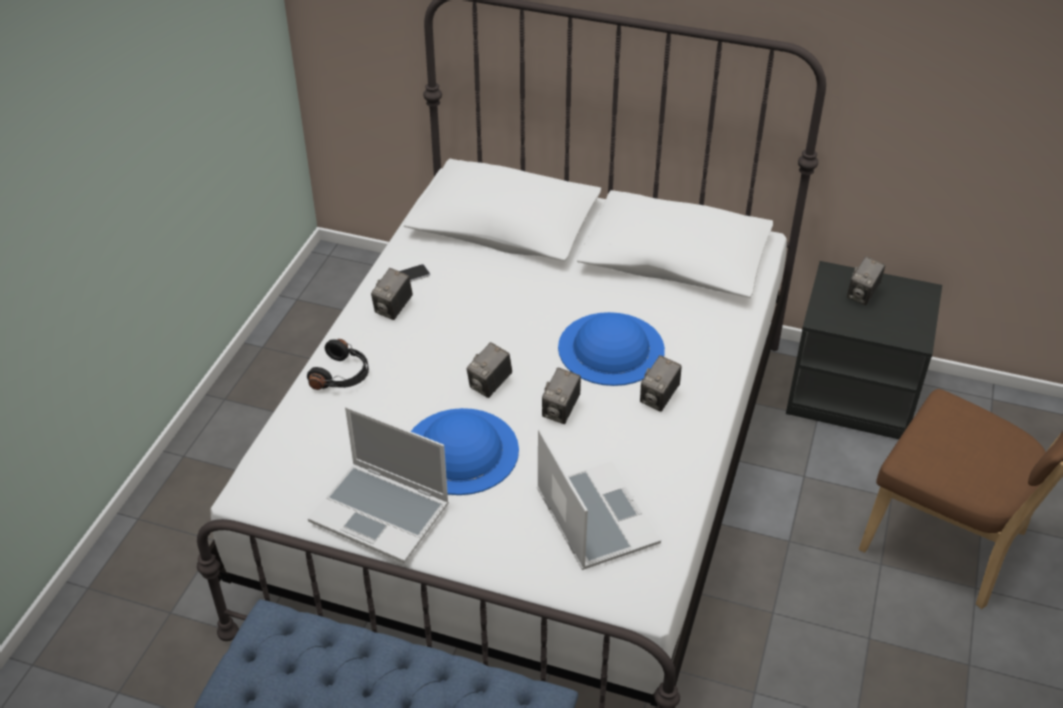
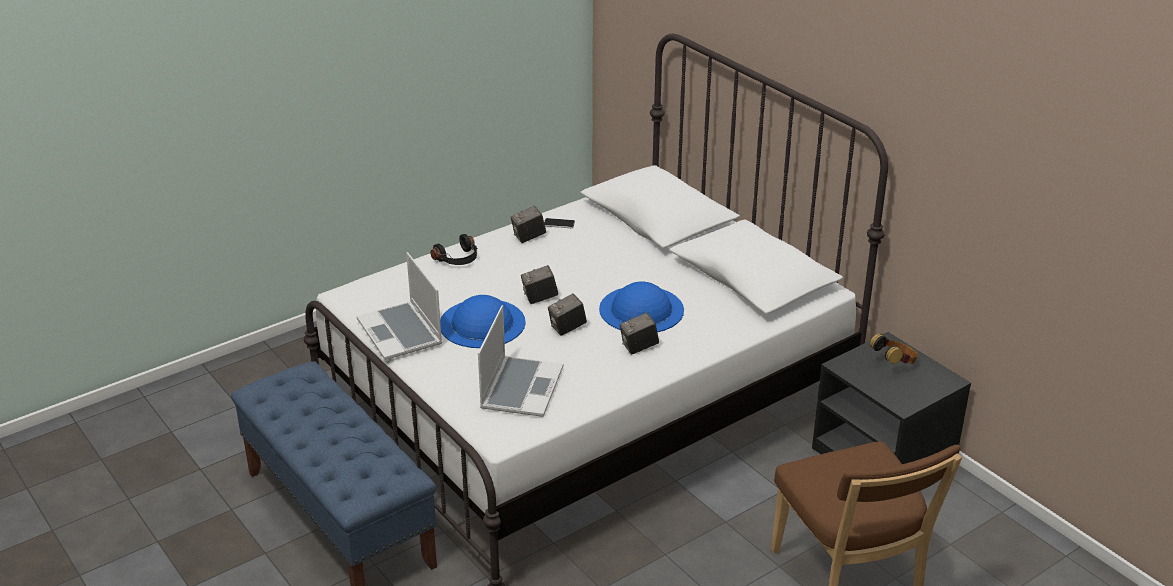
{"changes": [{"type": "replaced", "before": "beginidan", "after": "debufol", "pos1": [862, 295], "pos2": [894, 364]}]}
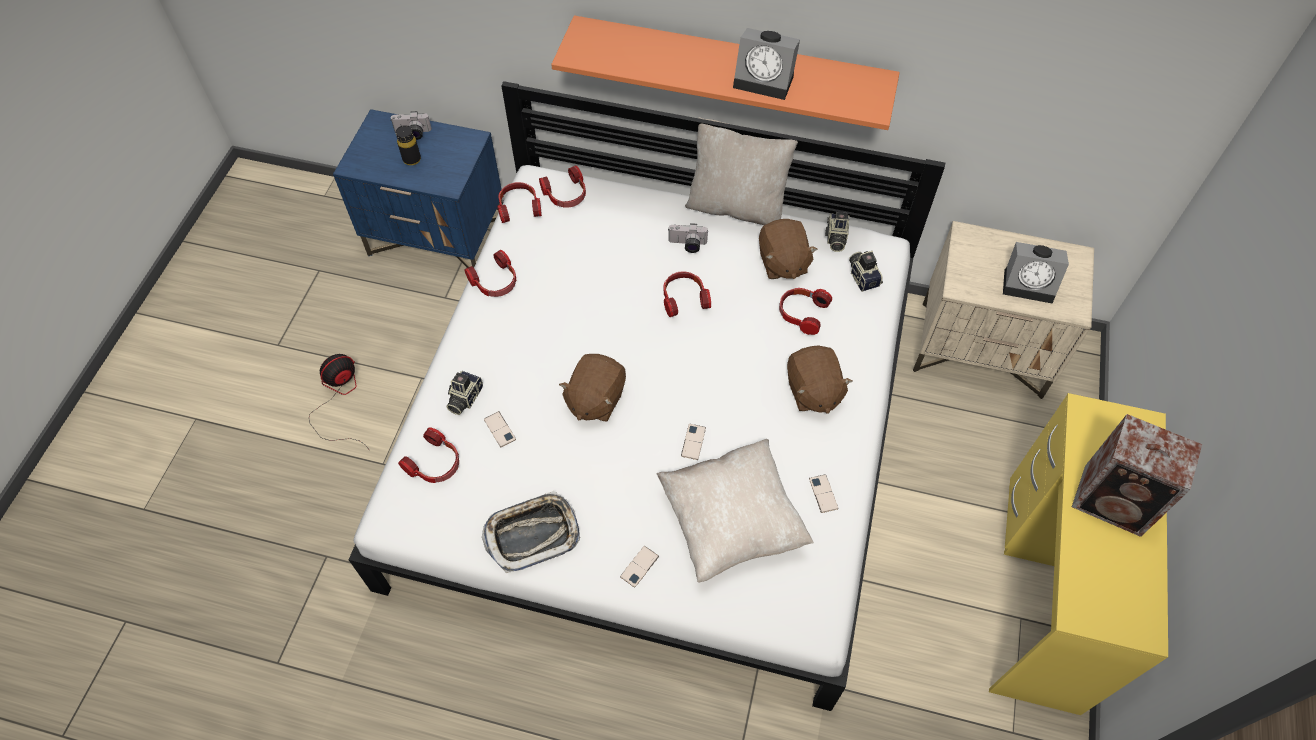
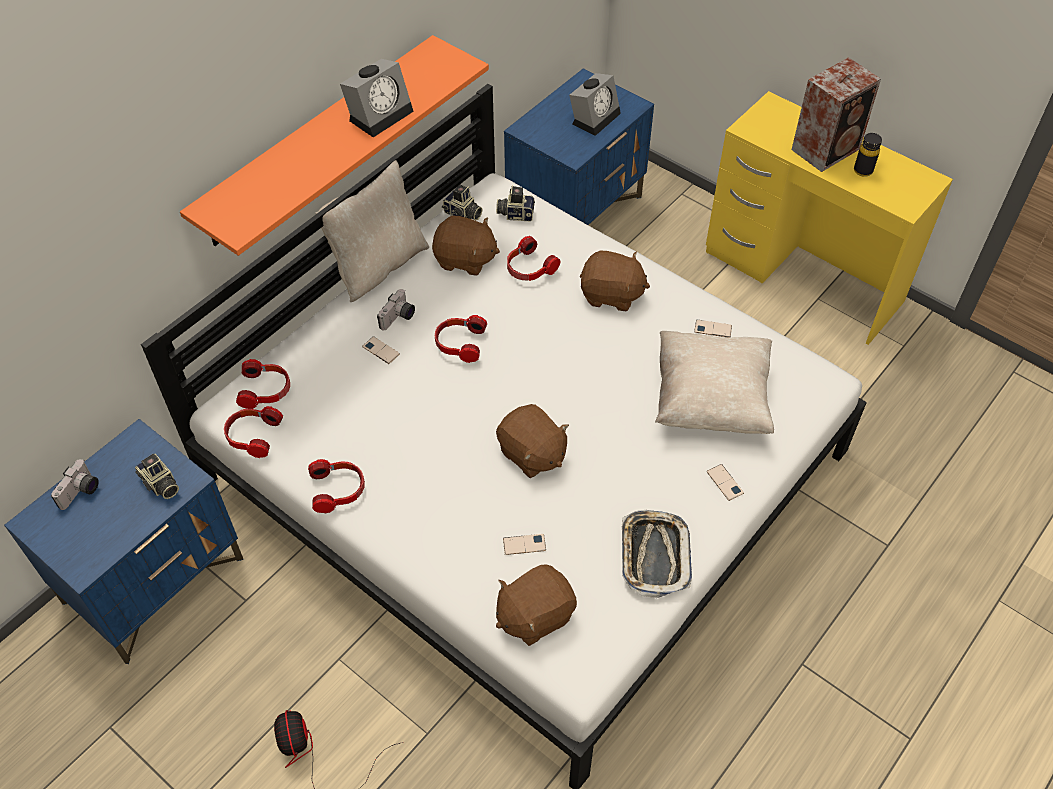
{"changes": [{"type": "moved", "before": "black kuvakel", "pos1": [412, 159], "pos2": [863, 170]}, {"type": "recoloured", "before": "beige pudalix", "after": "blue pudalix", "pos1": [981, 350], "pos2": [575, 210]}, {"type": "moved", "before": "beginidan", "pos1": [464, 398], "pos2": [160, 485]}, {"type": "moved", "before": "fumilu", "pos1": [693, 442], "pos2": [381, 350]}, {"type": "replaced", "before": "debufol", "after": "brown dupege", "pos1": [435, 464], "pos2": [534, 615]}]}
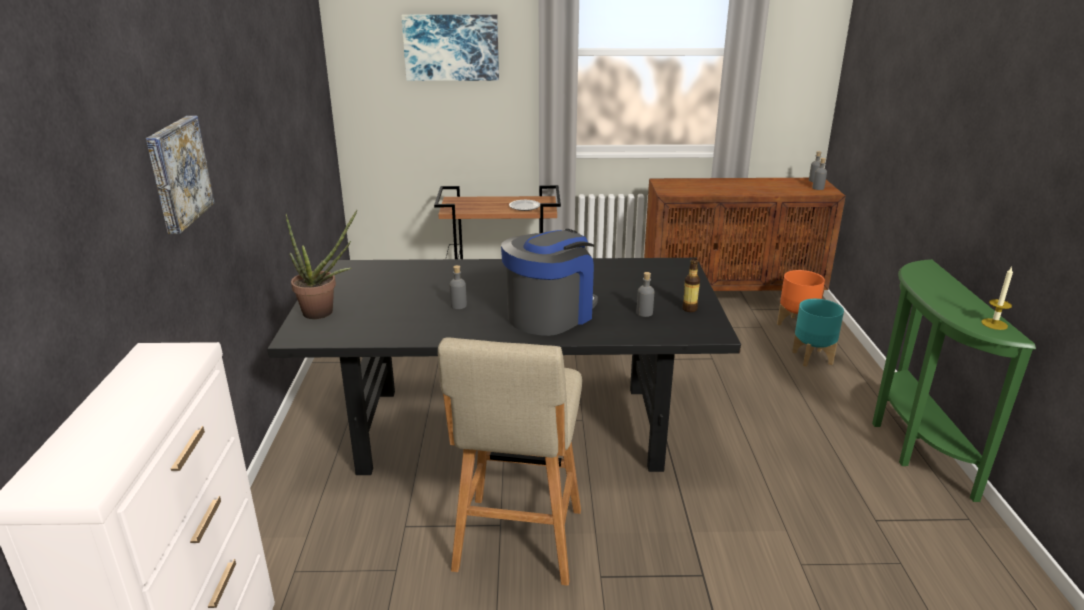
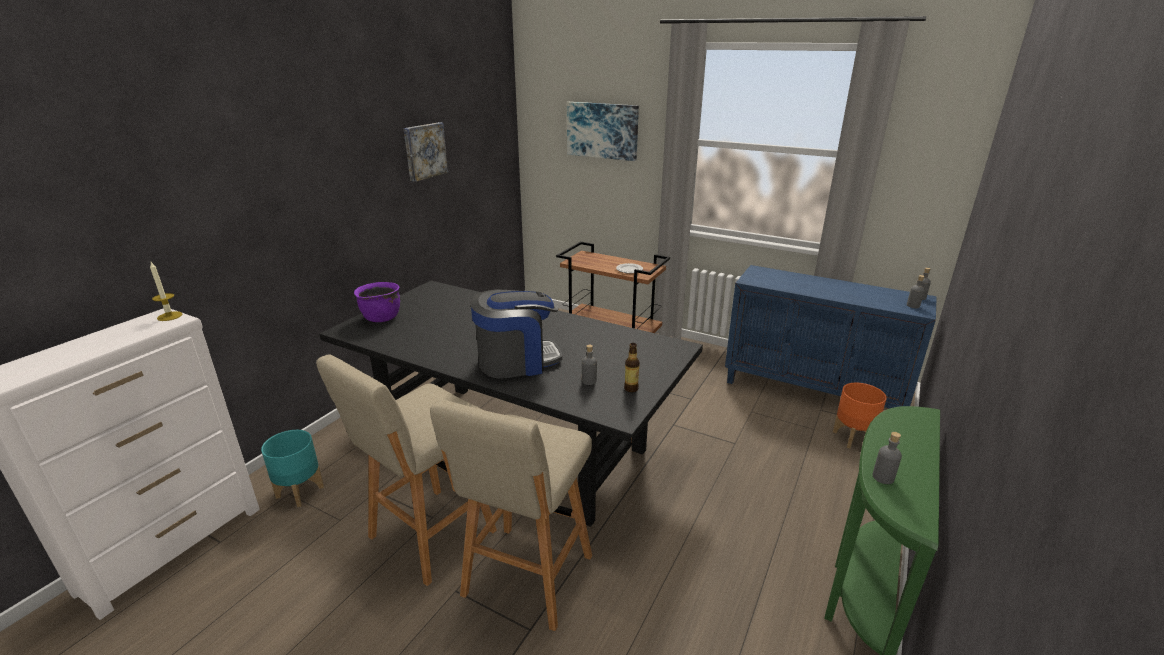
{"changes": [{"type": "moved", "before": "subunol", "pos1": [177, 173], "pos2": [424, 151]}, {"type": "recoloured", "before": "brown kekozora", "after": "blue kekozora", "pos1": [731, 295], "pos2": [813, 391]}, {"type": "replaced", "before": "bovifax", "after": "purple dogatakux", "pos1": [324, 312], "pos2": [381, 318]}, {"type": "moved", "before": "grey kuvakel", "pos1": [458, 305], "pos2": [883, 477]}, {"type": "moved", "before": "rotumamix", "pos1": [994, 324], "pos2": [169, 316]}, {"type": "moved", "before": "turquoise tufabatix", "pos1": [812, 357], "pos2": [300, 491]}, {"type": "added", "after": "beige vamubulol", "pos2": [526, 579]}]}
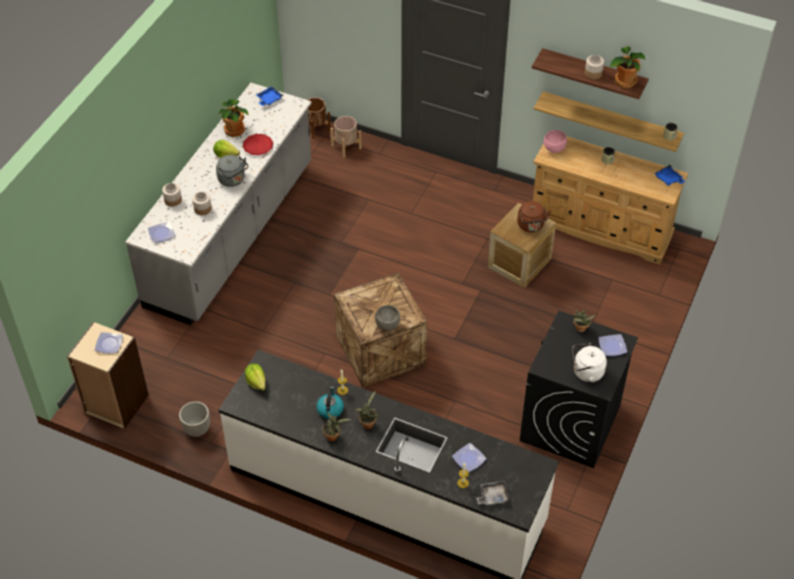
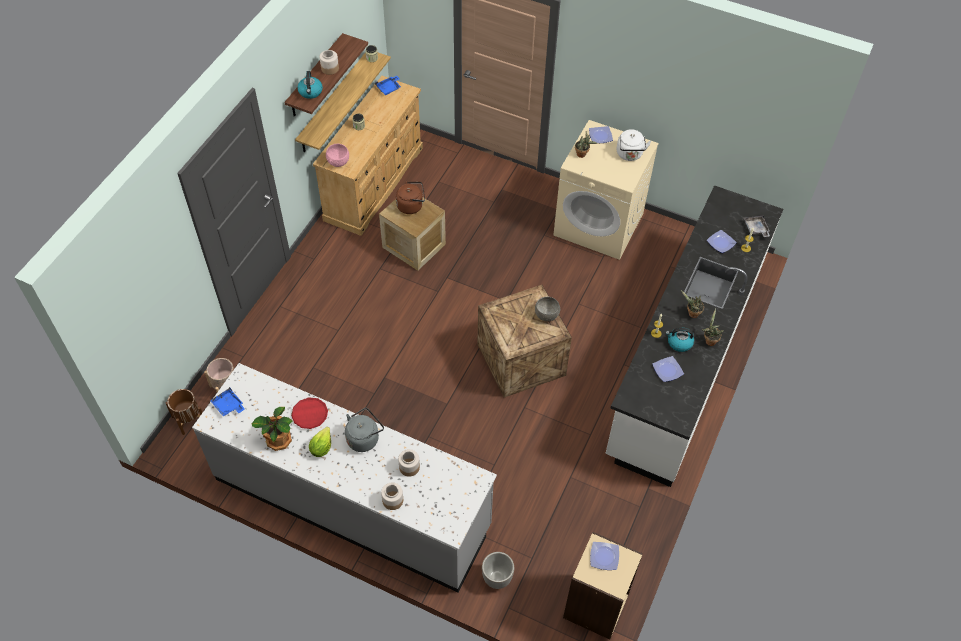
{"changes": [{"type": "removed", "before": "bovifax", "pos1": [624, 81]}, {"type": "moved", "before": "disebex", "pos1": [162, 233], "pos2": [667, 370]}, {"type": "recoloured", "before": "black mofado", "after": "beige mofado", "pos1": [570, 424], "pos2": [599, 224]}, {"type": "removed", "before": "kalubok", "pos1": [256, 382]}, {"type": "moved", "before": "tufabatix", "pos1": [197, 429], "pos2": [497, 578]}, {"type": "added", "after": "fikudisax", "pos2": [310, 92]}]}
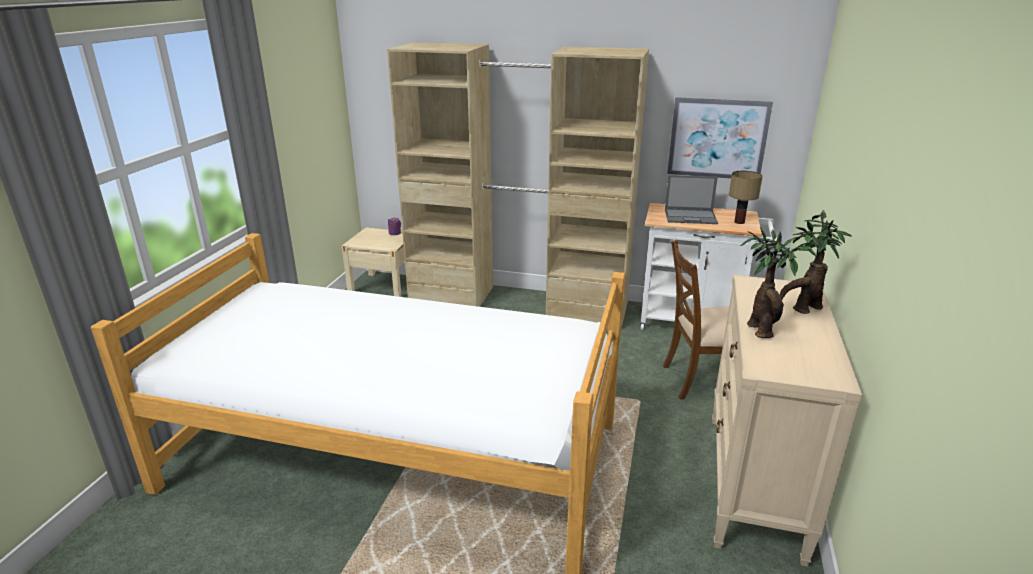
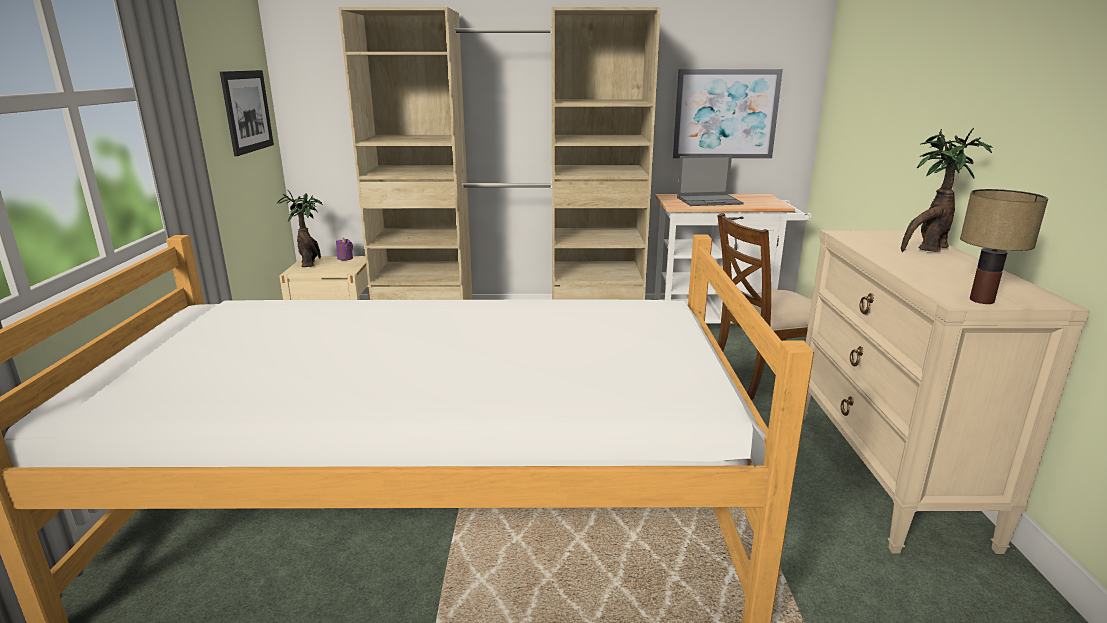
{"changes": [{"type": "moved", "before": "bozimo", "pos1": [738, 222], "pos2": [980, 300]}, {"type": "moved", "before": "bovifax", "pos1": [760, 329], "pos2": [310, 263]}, {"type": "added", "after": "subunol", "pos2": [247, 111]}]}
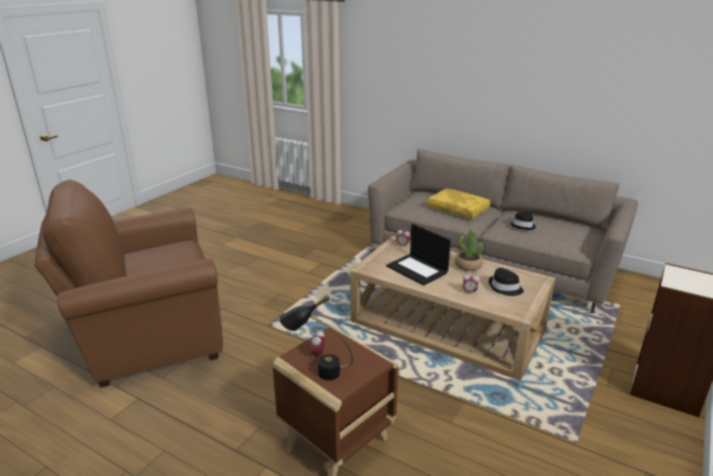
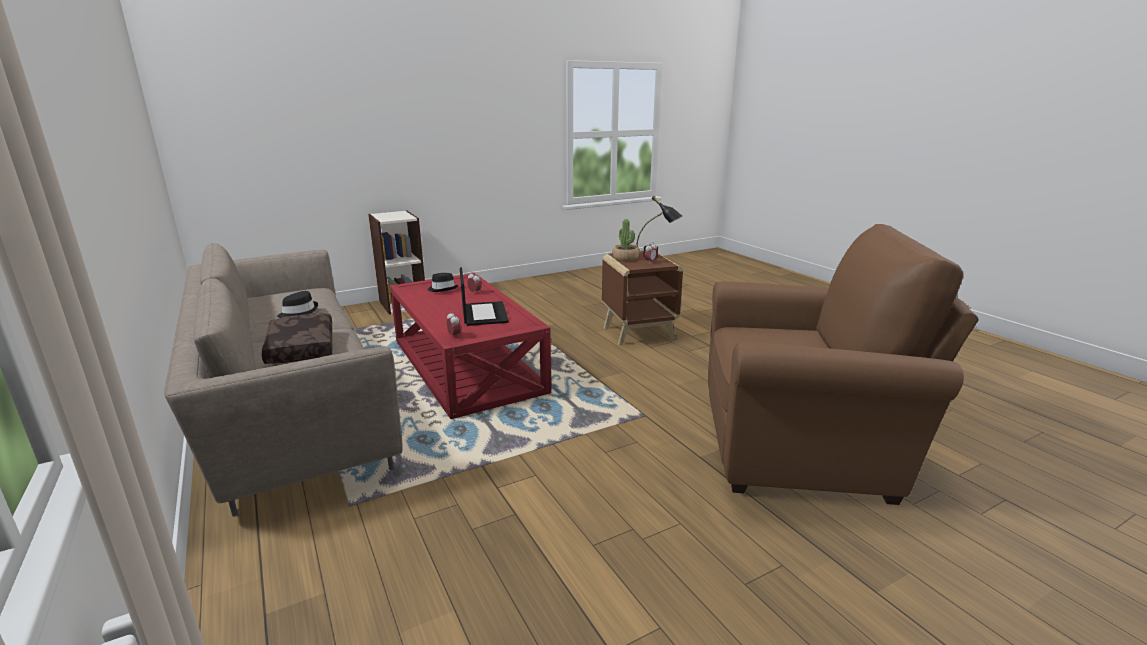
{"changes": [{"type": "recoloured", "before": "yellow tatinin", "after": "brown tatinin", "pos1": [458, 209], "pos2": [300, 348]}, {"type": "moved", "before": "bovifax", "pos1": [468, 265], "pos2": [625, 258]}, {"type": "recoloured", "before": "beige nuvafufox", "after": "red nuvafufox", "pos1": [447, 325], "pos2": [465, 366]}]}
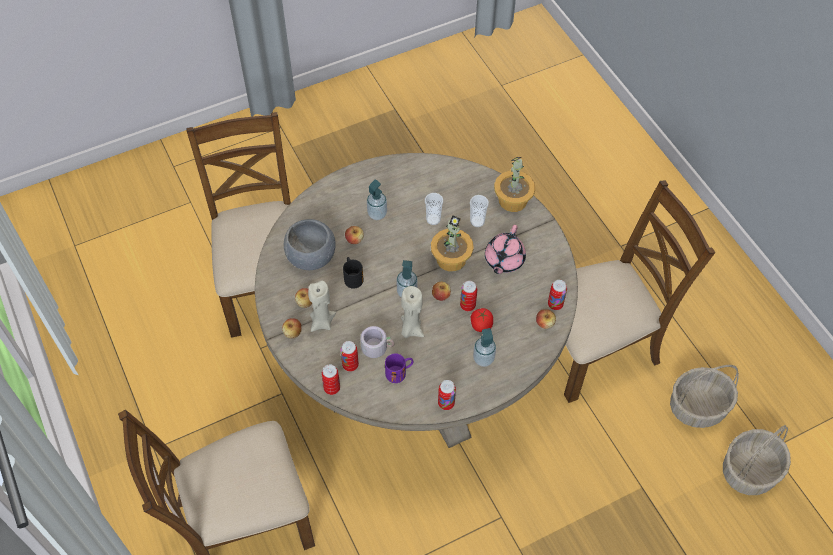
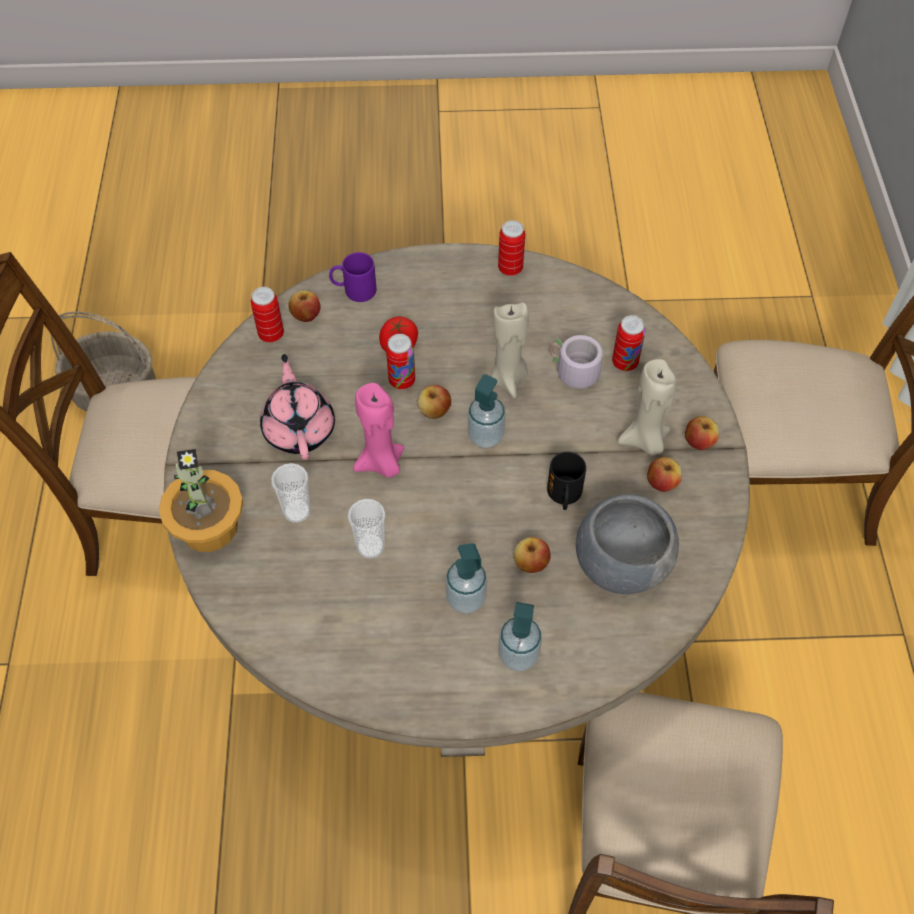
{"changes": [{"type": "replaced", "before": "bovifax", "after": "pink rotumamix", "pos1": [451, 258], "pos2": [381, 464]}, {"type": "turned", "before": "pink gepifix", "pos1": [503, 260], "pos2": [299, 428], "turn": -60}, {"type": "moved", "before": "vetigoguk", "pos1": [483, 359], "pos2": [518, 655]}, {"type": "moved", "before": "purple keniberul", "pos1": [399, 372], "pos2": [353, 290]}, {"type": "removed", "before": "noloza", "pos1": [332, 388]}, {"type": "removed", "before": "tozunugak", "pos1": [749, 471]}]}
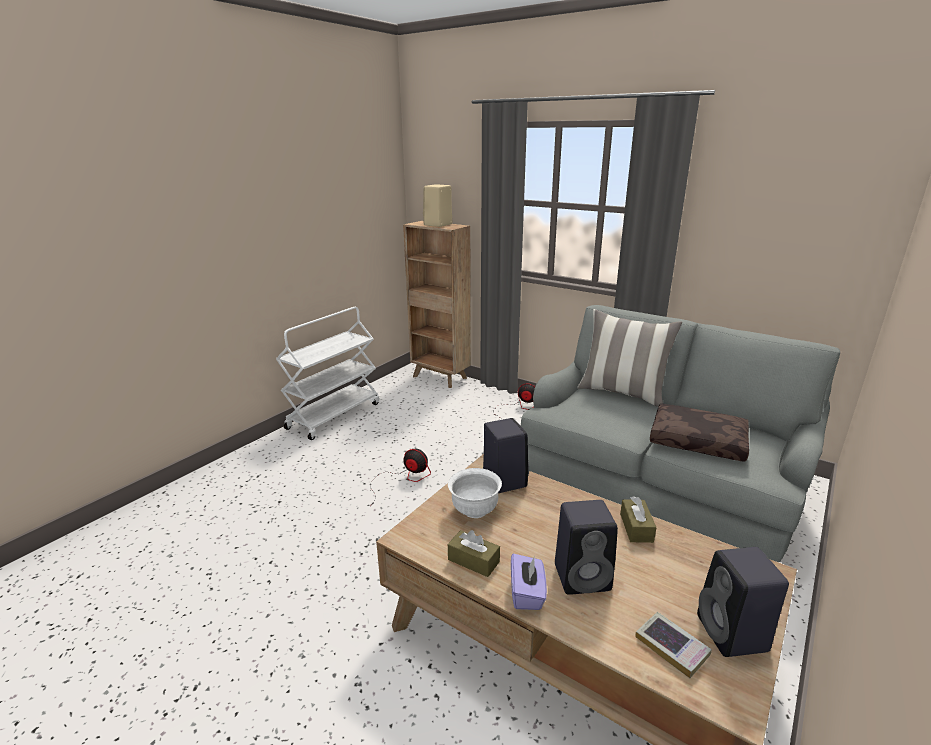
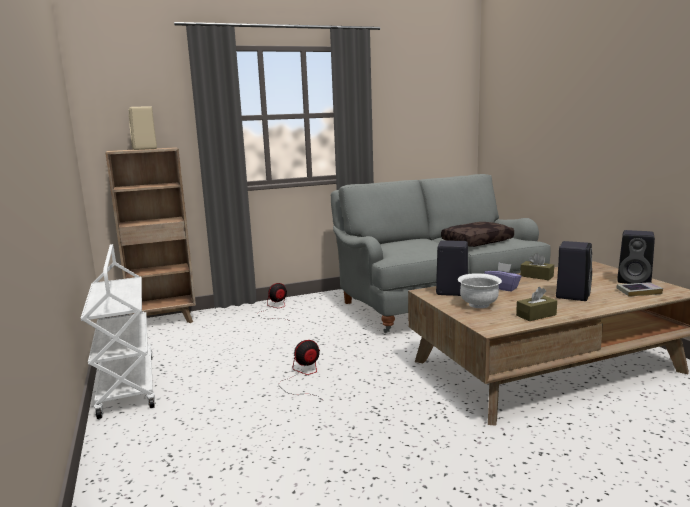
{"changes": [{"type": "removed", "before": "tatinin", "pos1": [622, 393]}, {"type": "moved", "before": "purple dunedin", "pos1": [527, 594], "pos2": [502, 287]}]}
